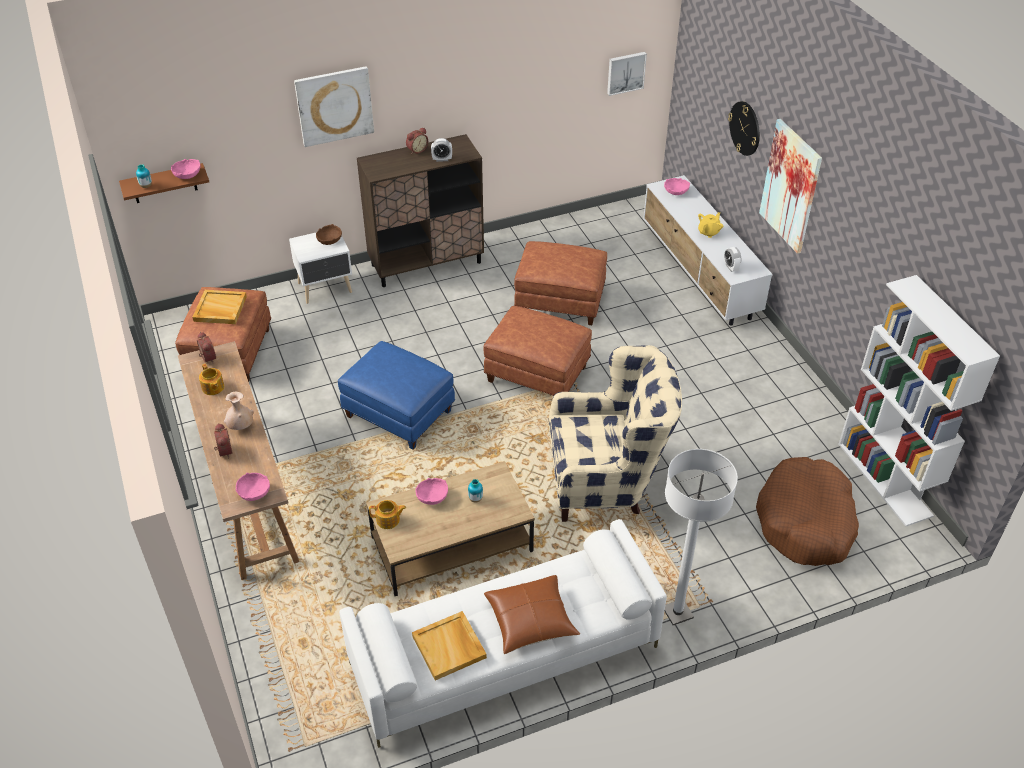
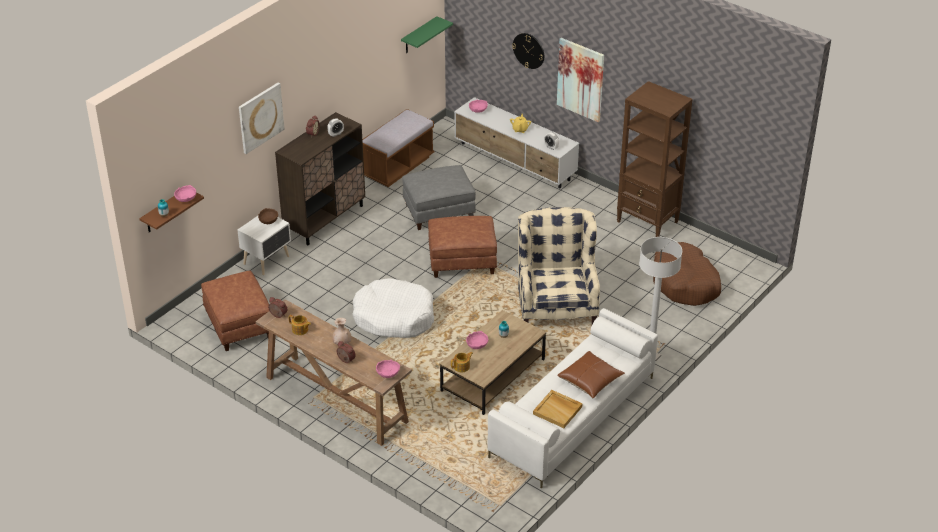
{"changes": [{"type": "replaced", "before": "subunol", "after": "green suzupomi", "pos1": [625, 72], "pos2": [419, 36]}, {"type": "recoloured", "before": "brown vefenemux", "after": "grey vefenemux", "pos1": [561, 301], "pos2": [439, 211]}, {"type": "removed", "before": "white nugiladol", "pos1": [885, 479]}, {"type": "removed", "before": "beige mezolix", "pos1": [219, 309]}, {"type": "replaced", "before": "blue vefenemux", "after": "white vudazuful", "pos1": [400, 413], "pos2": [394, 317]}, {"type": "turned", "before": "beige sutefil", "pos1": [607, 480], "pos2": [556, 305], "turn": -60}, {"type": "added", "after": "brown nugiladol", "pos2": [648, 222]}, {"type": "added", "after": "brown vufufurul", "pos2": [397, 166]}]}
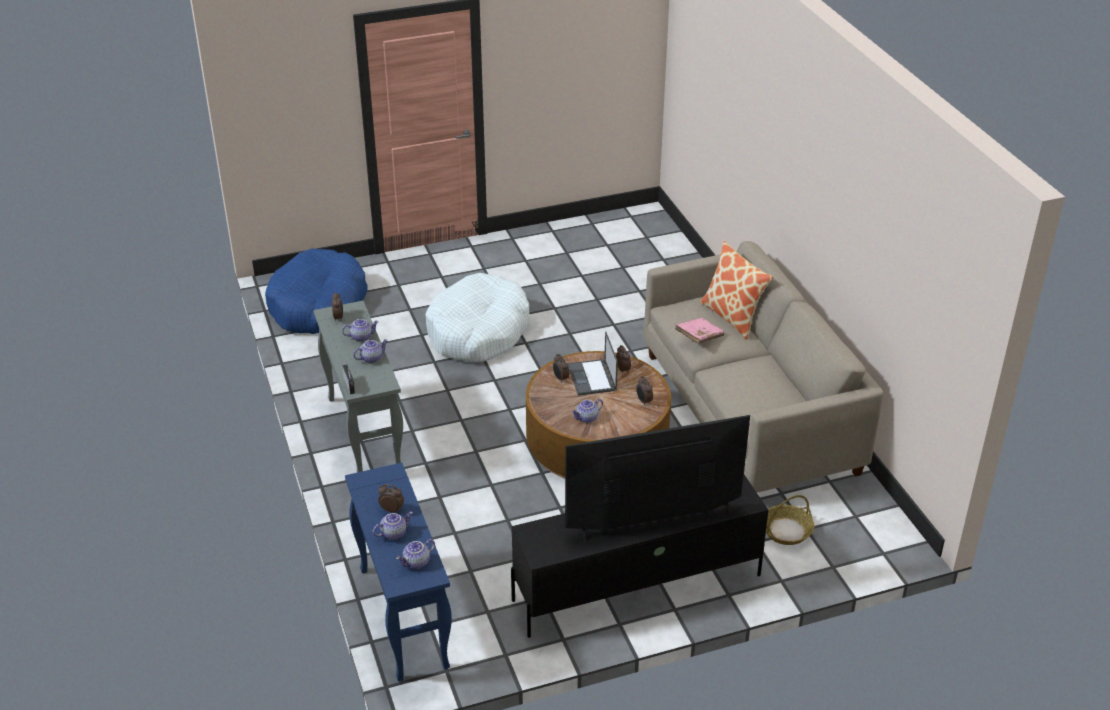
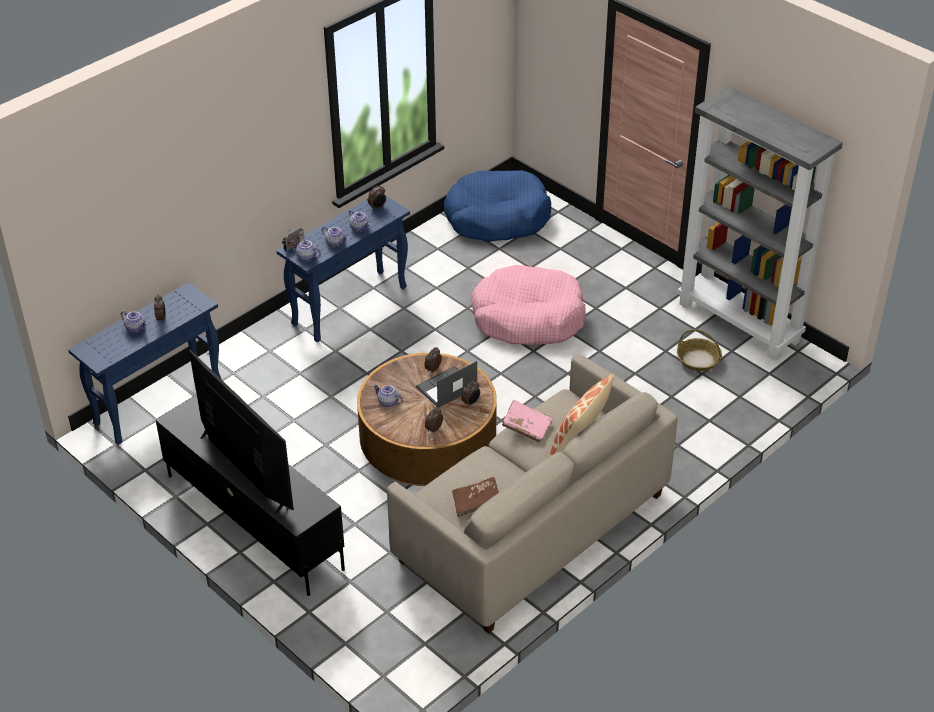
{"changes": [{"type": "recoloured", "before": "white vudazuful", "after": "pink vudazuful", "pos1": [478, 332], "pos2": [528, 318]}, {"type": "recoloured", "before": "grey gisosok", "after": "blue gisosok", "pos1": [363, 434], "pos2": [350, 305]}, {"type": "moved", "before": "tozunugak", "pos1": [786, 530], "pos2": [698, 360]}, {"type": "moved", "before": "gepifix", "pos1": [416, 563], "pos2": [306, 257]}, {"type": "added", "after": "grey nugiladol", "pos2": [740, 322]}, {"type": "added", "after": "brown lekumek", "pos2": [476, 502]}]}
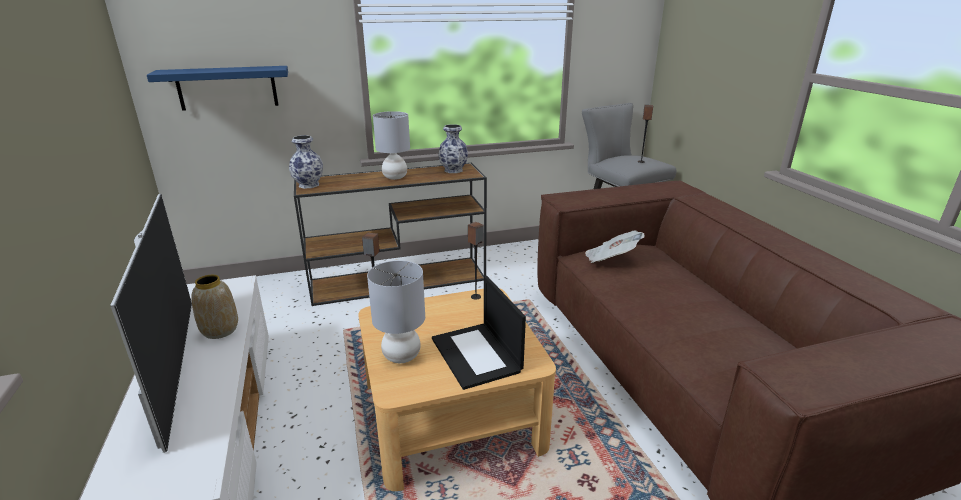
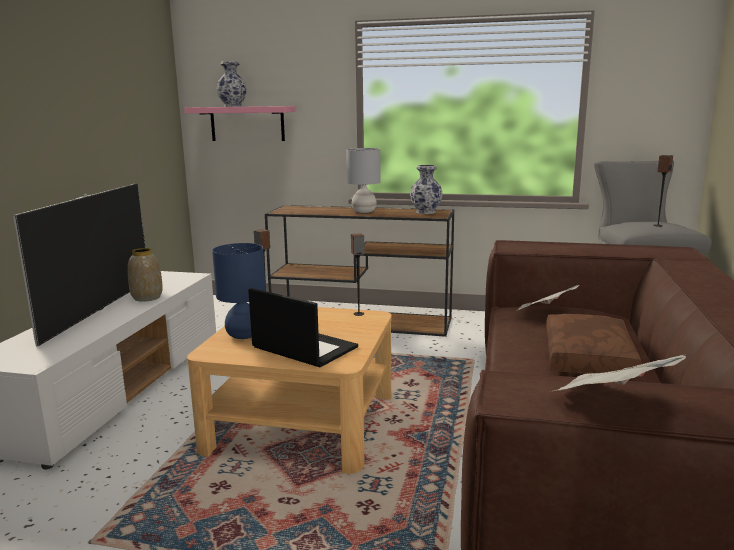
{"changes": [{"type": "recoloured", "before": "blue suzupomi", "after": "pink suzupomi", "pos1": [227, 88], "pos2": [247, 123]}, {"type": "moved", "before": "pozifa", "pos1": [309, 185], "pos2": [233, 106]}, {"type": "recoloured", "before": "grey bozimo", "after": "blue bozimo", "pos1": [402, 356], "pos2": [244, 335]}, {"type": "turned", "before": "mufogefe", "pos1": [477, 355], "pos2": [303, 348], "turn": 120}, {"type": "added", "after": "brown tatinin", "pos2": [589, 358]}, {"type": "added", "after": "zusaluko", "pos2": [613, 403]}]}
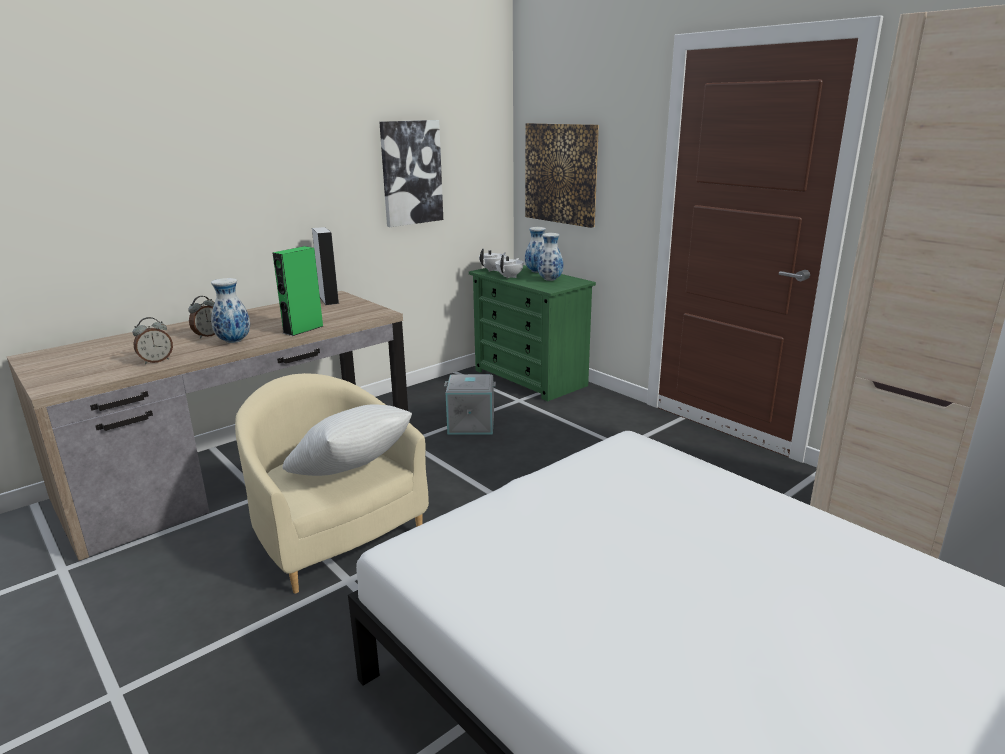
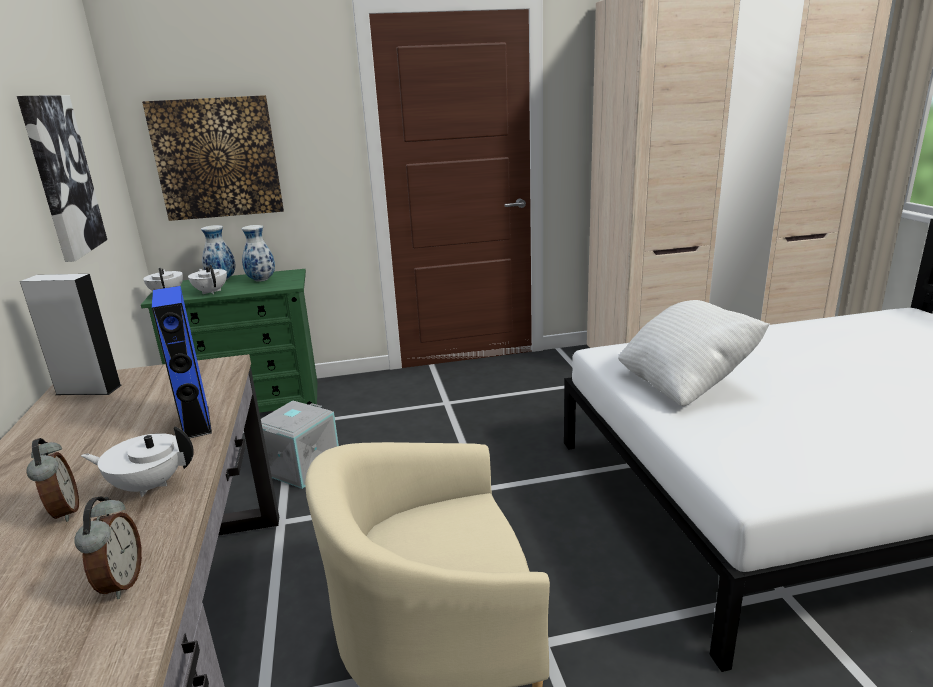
{"changes": [{"type": "recoloured", "before": "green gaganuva", "after": "blue gaganuva", "pos1": [303, 329], "pos2": [196, 422]}, {"type": "replaced", "before": "pozifa", "after": "white gepifix", "pos1": [234, 341], "pos2": [148, 486]}, {"type": "moved", "before": "white tatinin", "pos1": [352, 472], "pos2": [685, 383]}]}
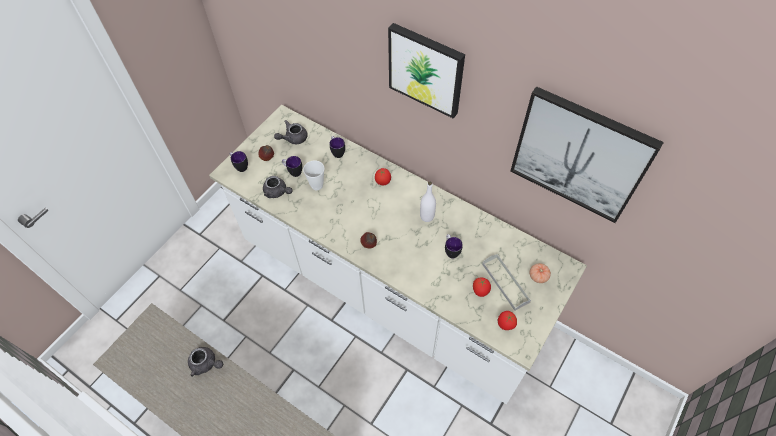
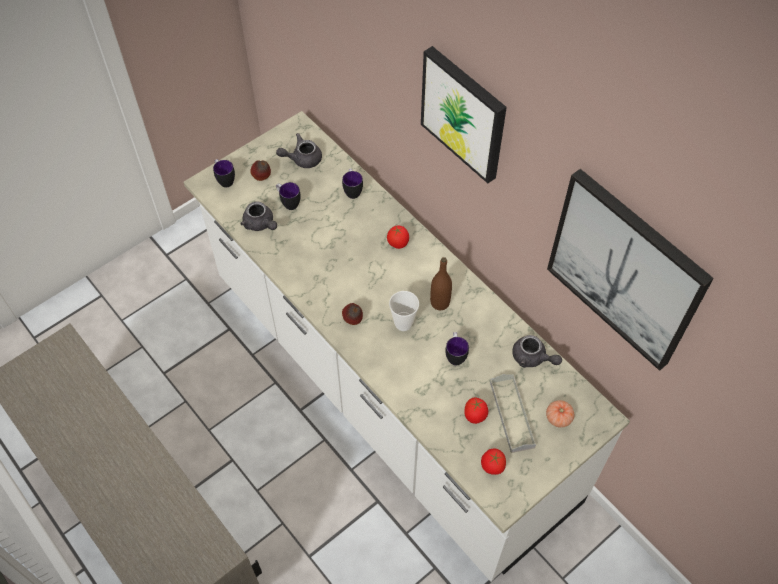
{"changes": [{"type": "moved", "before": "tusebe", "pos1": [317, 185], "pos2": [403, 323]}, {"type": "recoloured", "before": "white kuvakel", "after": "brown kuvakel", "pos1": [427, 216], "pos2": [440, 303]}, {"type": "moved", "before": "grey gepifix", "pos1": [206, 364], "pos2": [532, 358]}]}
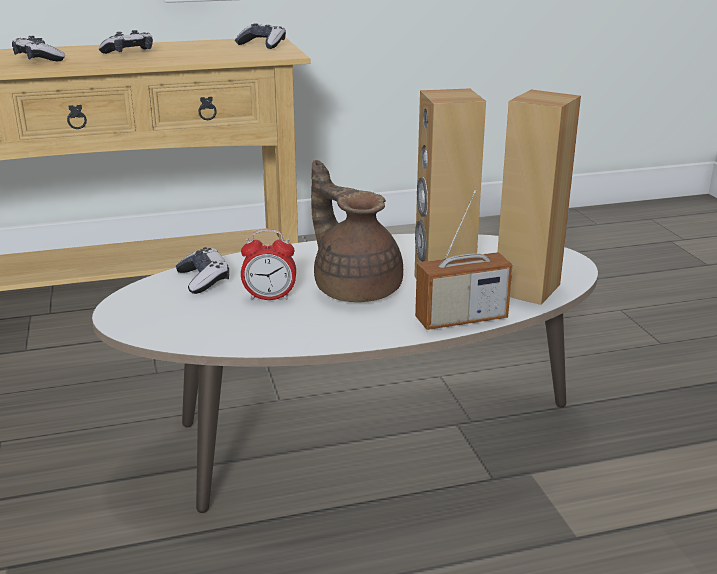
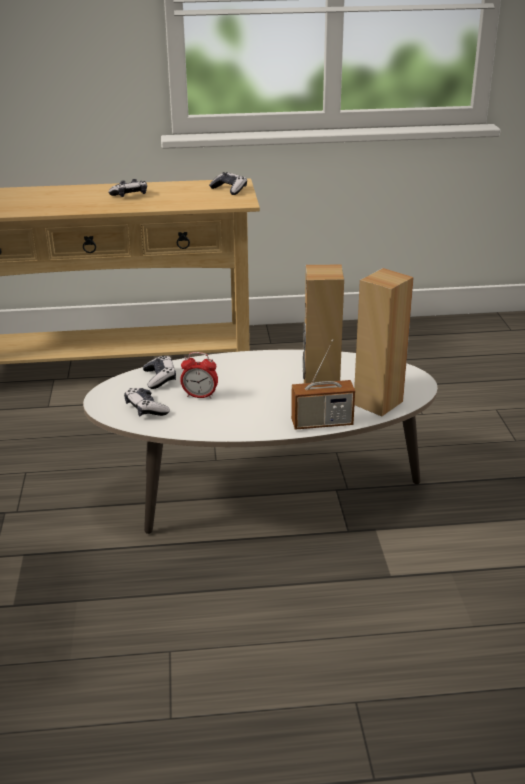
{"changes": [{"type": "moved", "before": "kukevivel", "pos1": [38, 59], "pos2": [146, 409]}, {"type": "removed", "before": "brown gepifix", "pos1": [355, 288]}]}
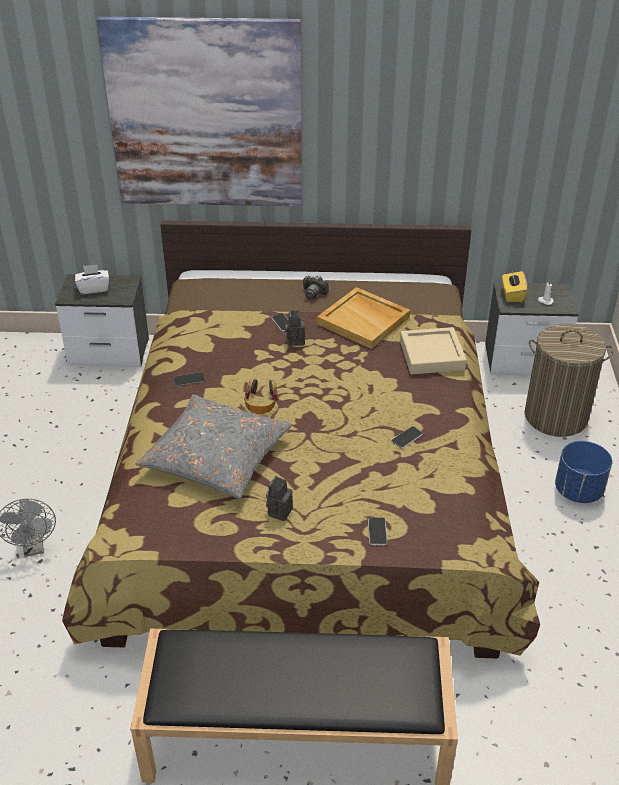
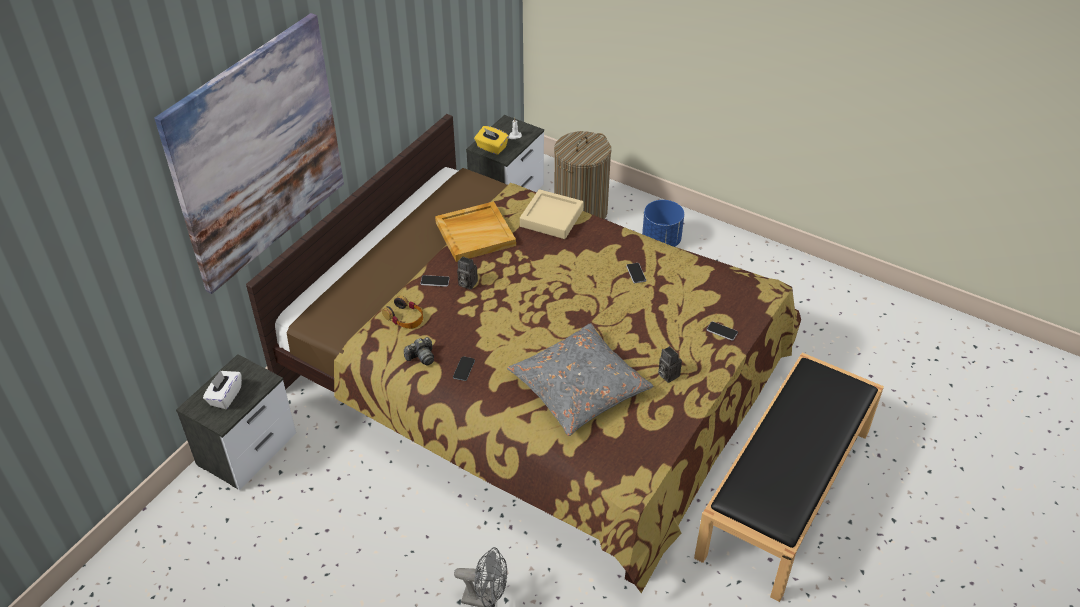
{"changes": [{"type": "moved", "before": "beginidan", "pos1": [314, 293], "pos2": [421, 357]}, {"type": "moved", "before": "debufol", "pos1": [261, 401], "pos2": [405, 317]}]}
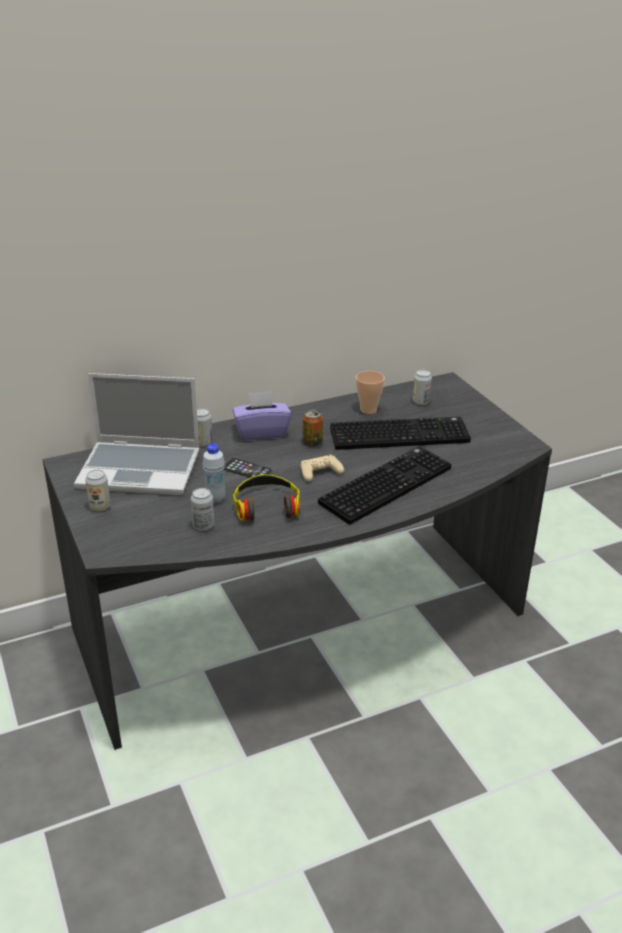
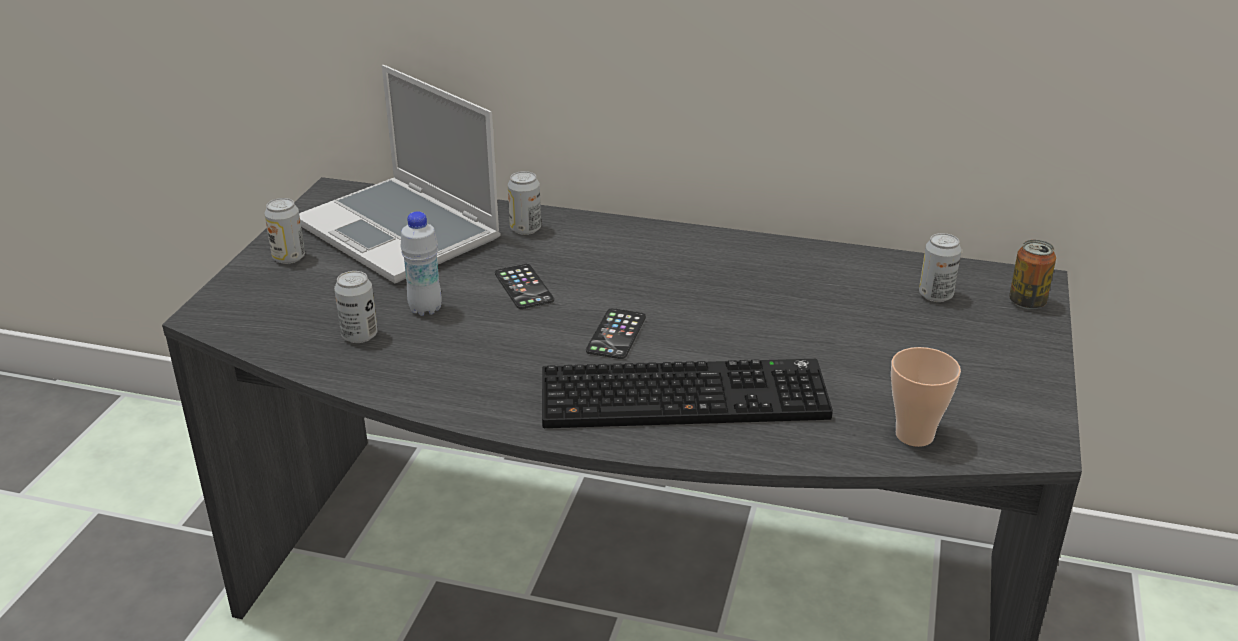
{"changes": [{"type": "moved", "before": "tusebe", "pos1": [368, 410], "pos2": [914, 435]}, {"type": "removed", "before": "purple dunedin", "pos1": [261, 432]}, {"type": "moved", "before": "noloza", "pos1": [312, 443], "pos2": [1027, 302]}, {"type": "removed", "before": "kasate", "pos1": [400, 434]}, {"type": "replaced", "before": "beige kukevivel", "after": "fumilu", "pos1": [320, 472], "pos2": [616, 334]}, {"type": "removed", "before": "debufol", "pos1": [266, 505]}]}
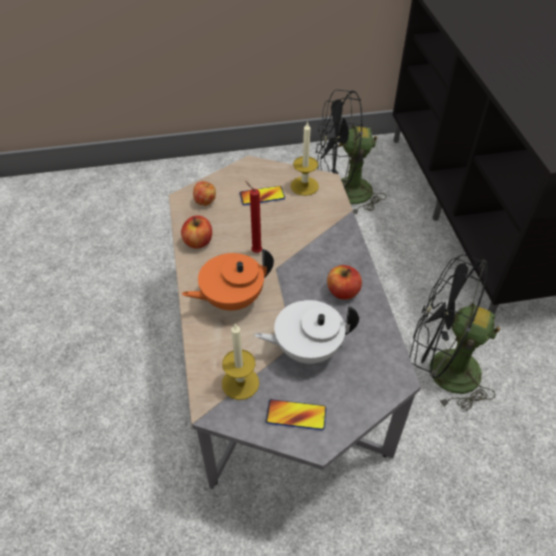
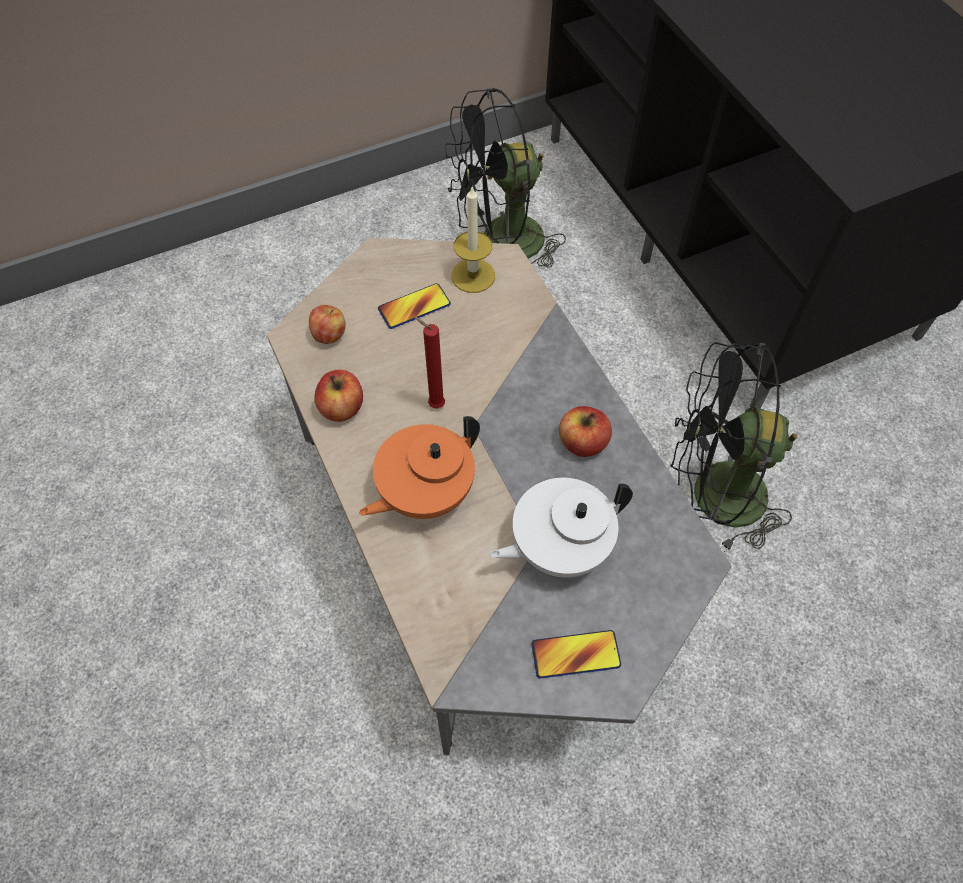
{"changes": [{"type": "removed", "before": "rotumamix", "pos1": [240, 383]}]}
